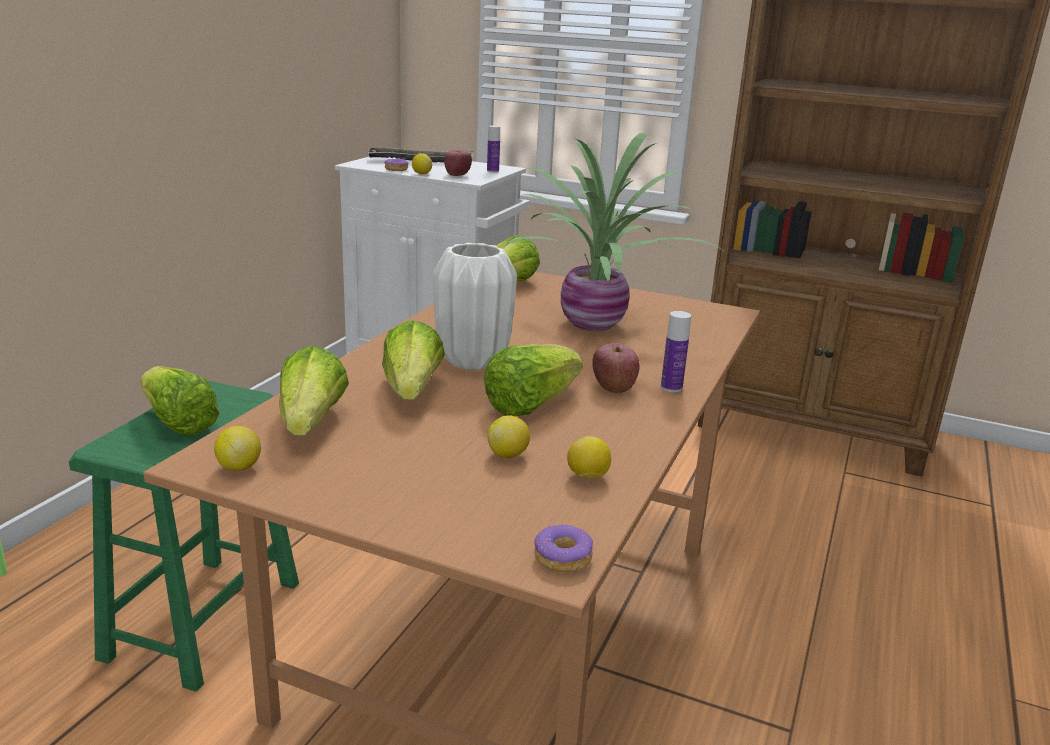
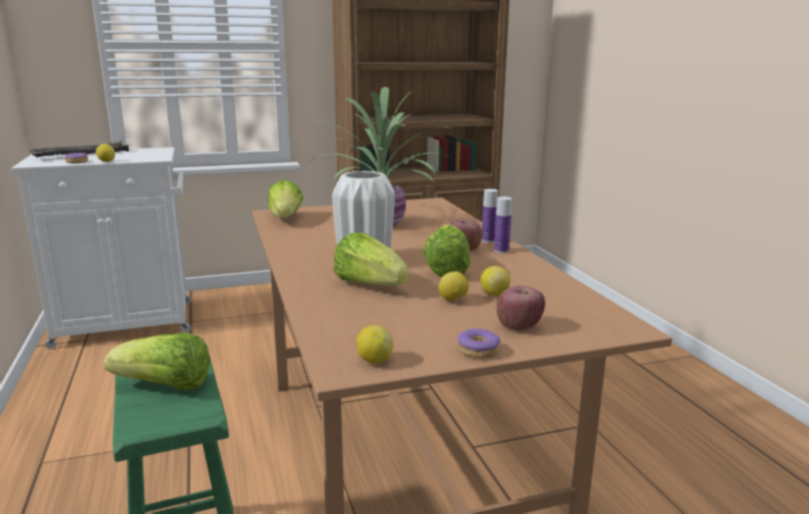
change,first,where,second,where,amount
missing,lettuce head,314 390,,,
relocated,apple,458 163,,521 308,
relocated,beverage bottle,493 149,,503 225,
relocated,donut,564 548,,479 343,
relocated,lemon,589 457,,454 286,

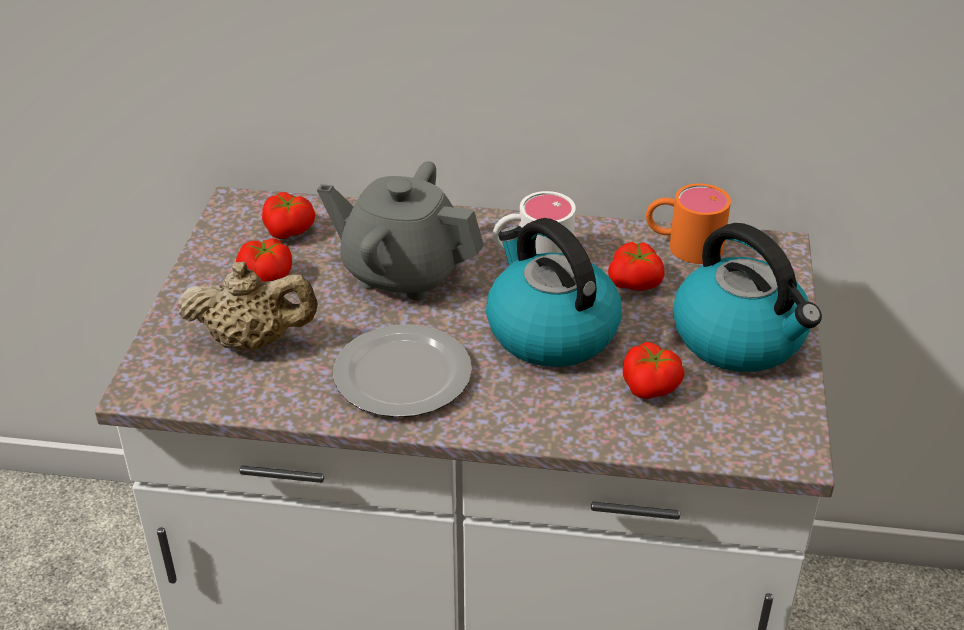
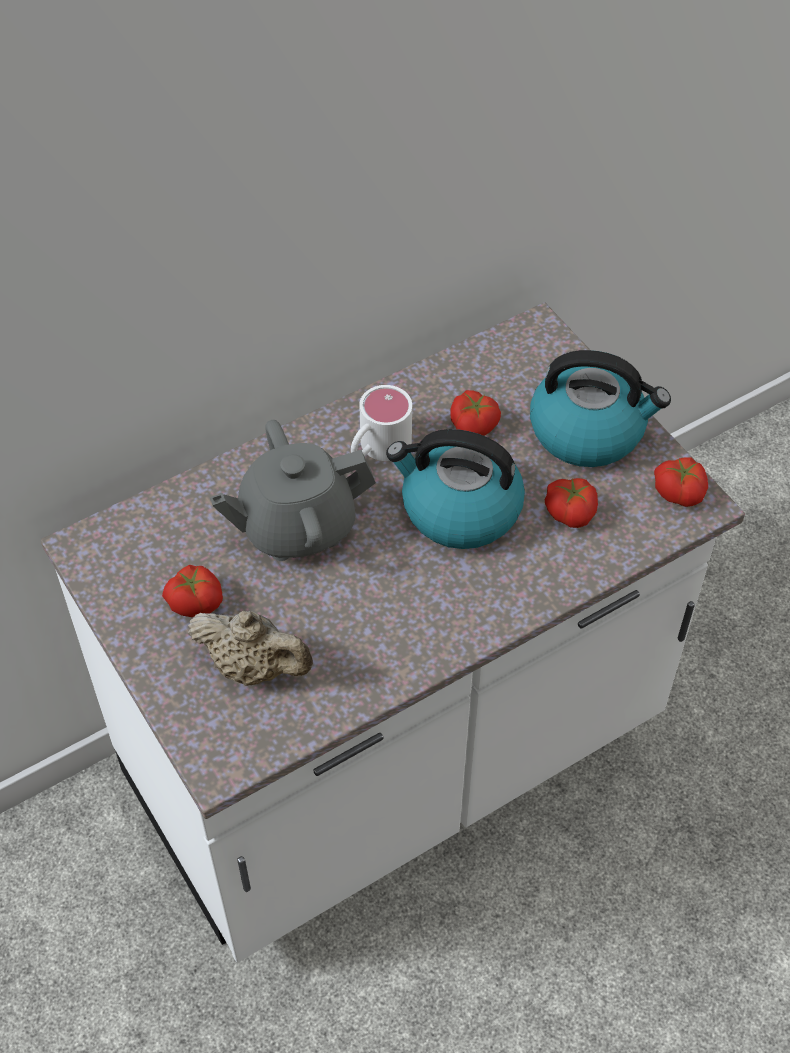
change,first,where,second,where,amount
spun,tea pot (sand-coloured),248 306,,250 648,60 degrees clockwise
relocated,fresh tomato,288 215,,681 482,
missing,flat dish,402 370,,,
missing,mug (orange-coloured),688 223,,,

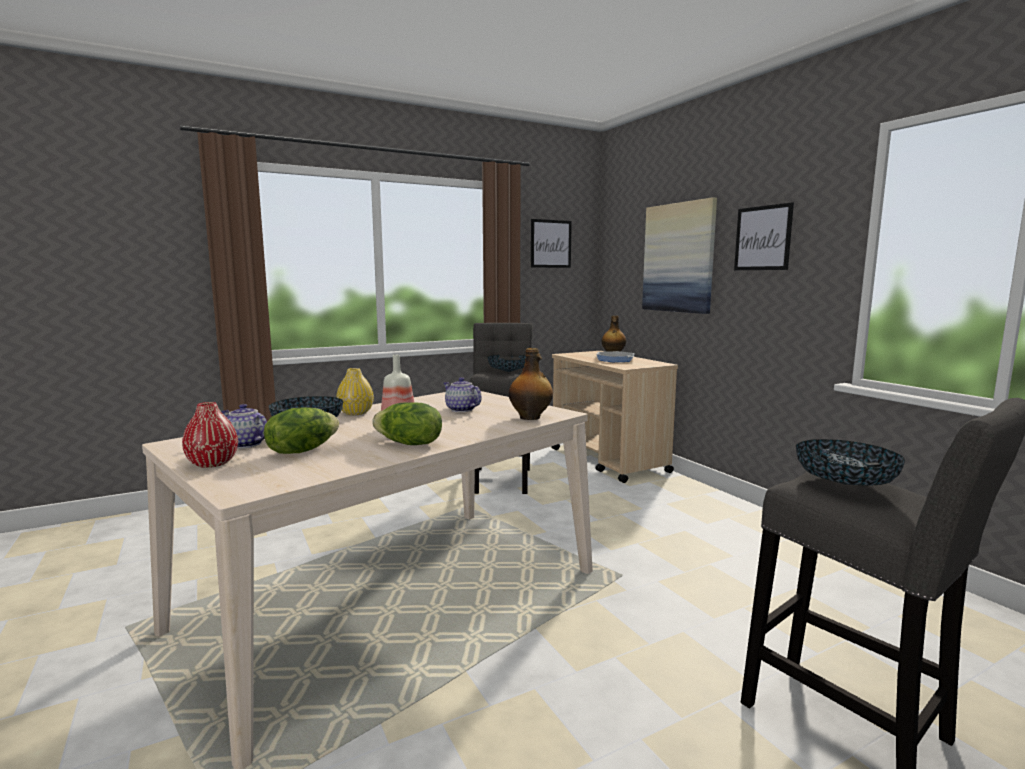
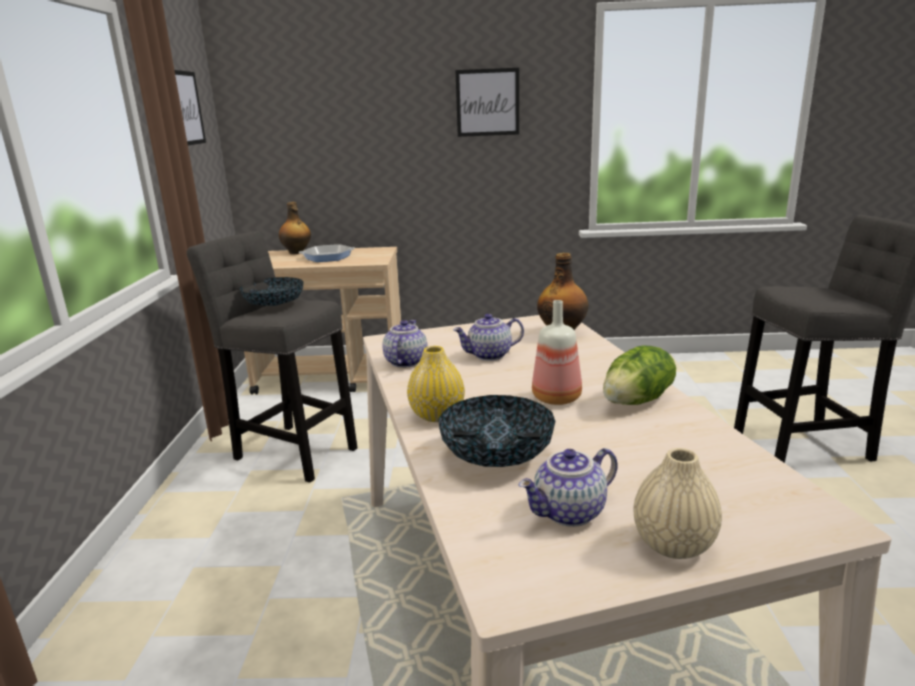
change,first,where,second,where,amount
colour,decorative vase (red),210 435,decorative vase (sand-coloured),677 503,
missing,lettuce head,301 430,,,
missing,wall picture,679 255,,,
missing,bowl,851 462,,,
appeared,,,tea pot,404 344,

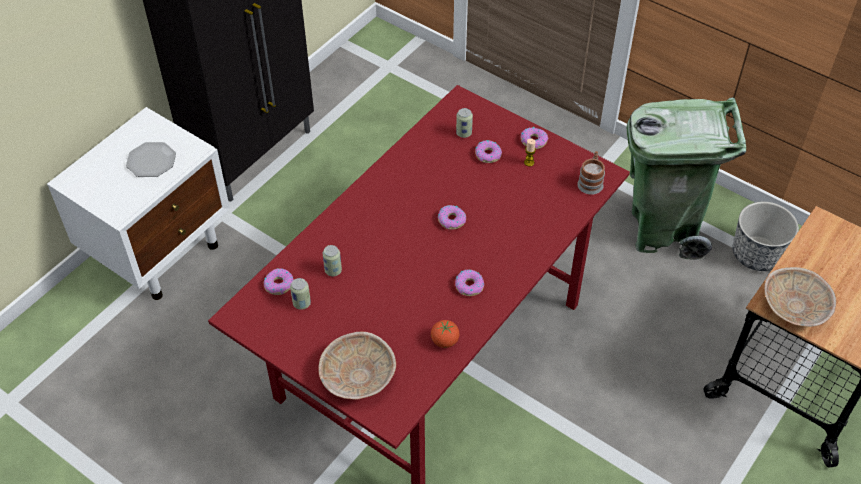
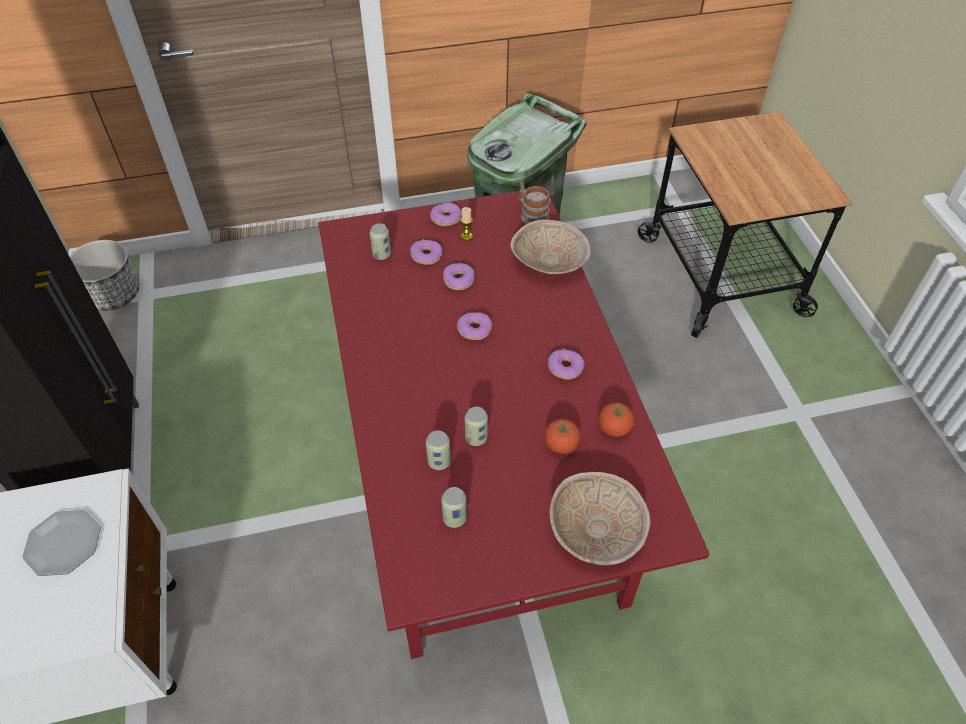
change,first,where,second,where,amount
relocated,donut,279 281,,459 276,
relocated,flower pot,766 236,,104 275,
relocated,bowl (sand-coloured),800 297,,550 246,
appeared,,,sealed can,476 426,
appeared,,,fresh tomato,563 436,

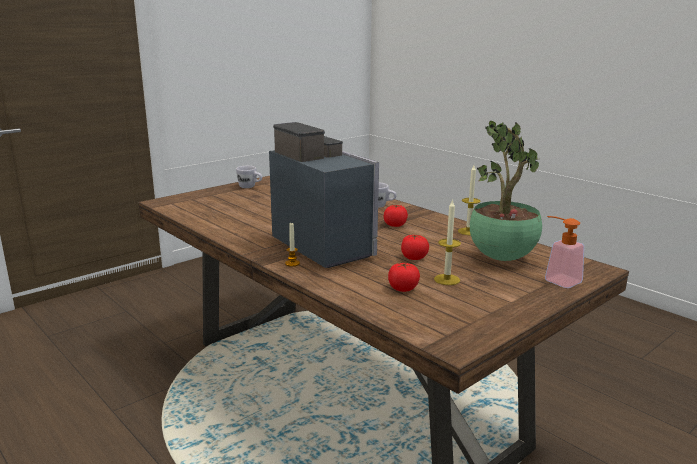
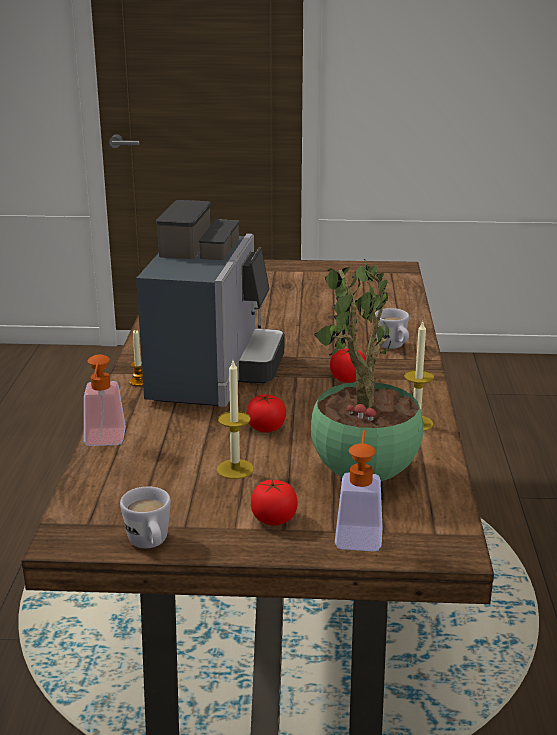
change,first,where,second,where,amount
relocated,mug (white-coloured),249 177,,145 517,
relocated,fresh tomato,404 277,,274 502,
appeared,,,soap dispenser,105 400,

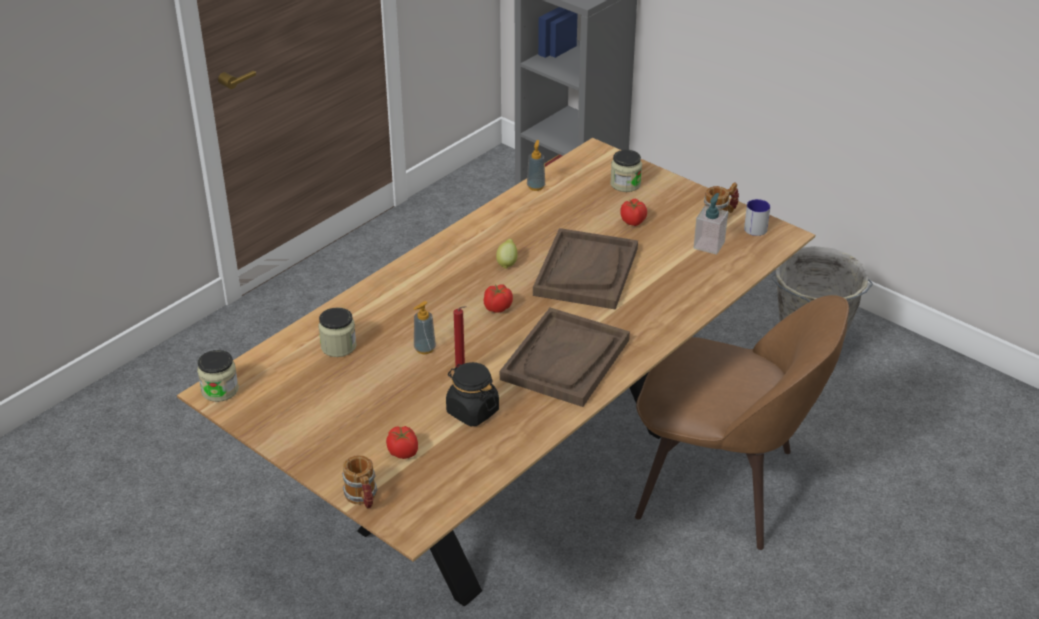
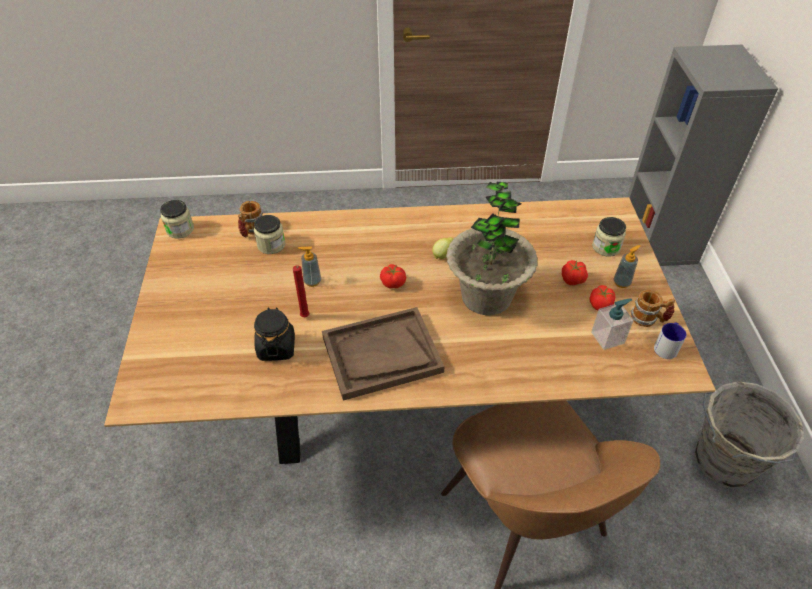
change,first,where,second,where,amount
relocated,mug,360 482,,250 219,
relocated,fresh tomato,402 442,,603 298,
relocated,soap dispenser,536 165,,626 266,
exchanged,carrying tray (brown-coloured),585 269,houseplant,492 248,

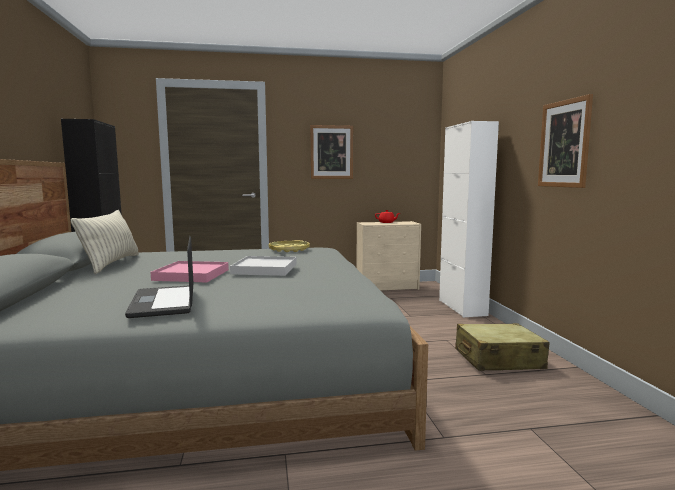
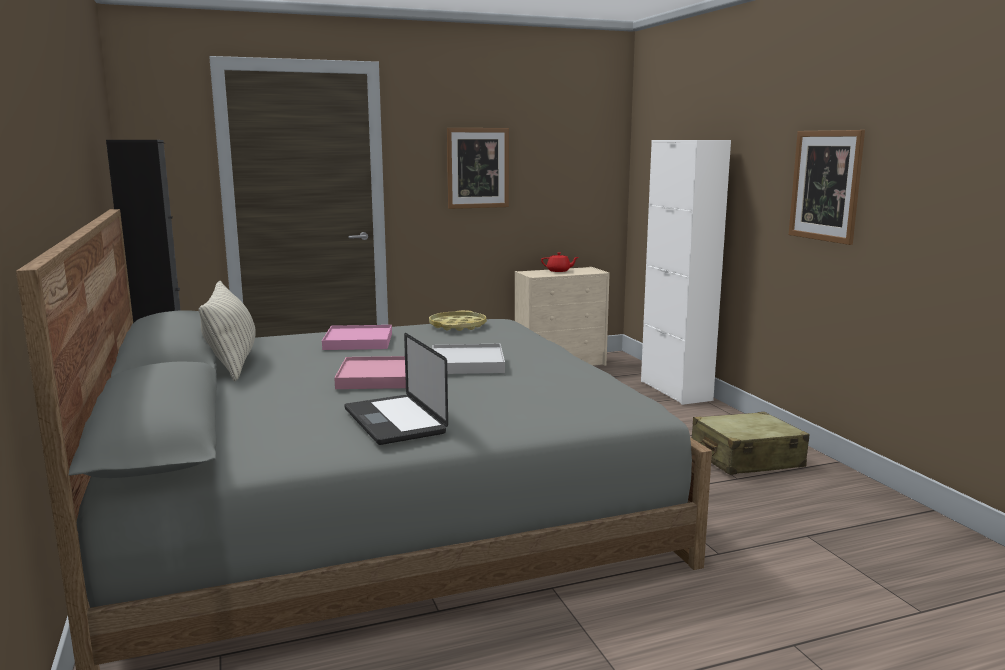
change,first,where,second,where,amount
appeared,,,carrying tray (pink),357 337,

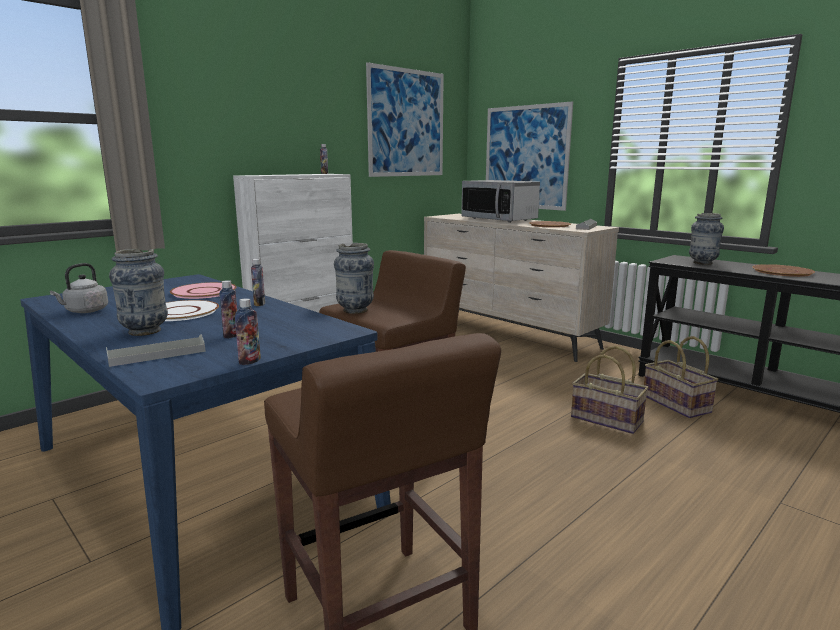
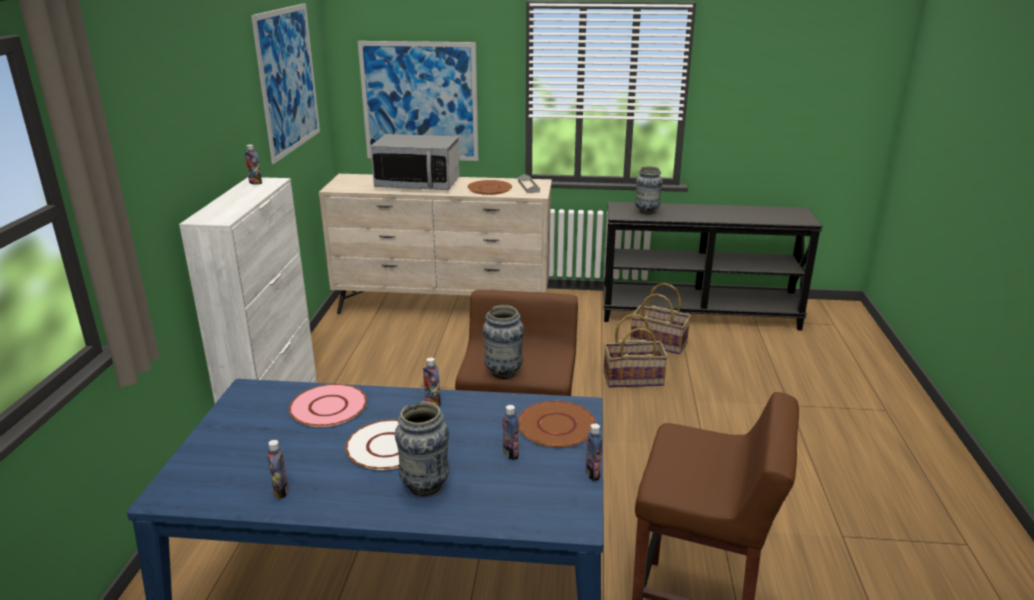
change,first,where,second,where,amount
exchanged,water kettle (grey),79 288,beverage bottle,278 469,
missing,carrying tray (grey),156 350,,,
relocated,flat dish (brown-coloured),784 270,,557 424,

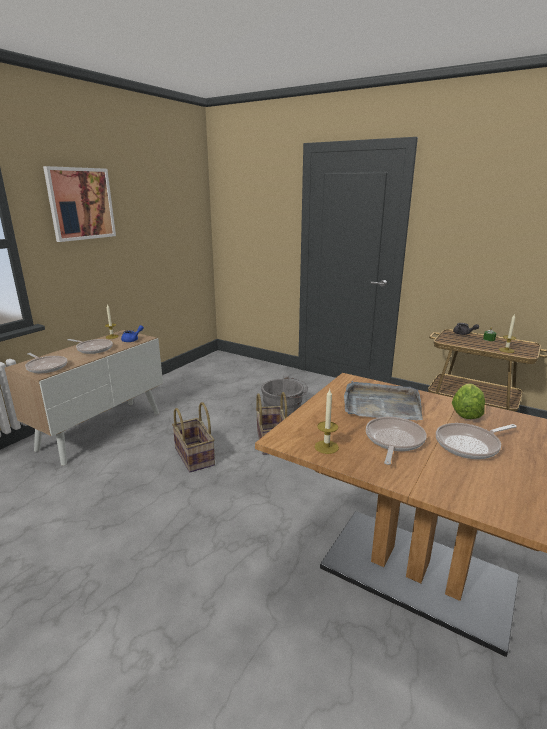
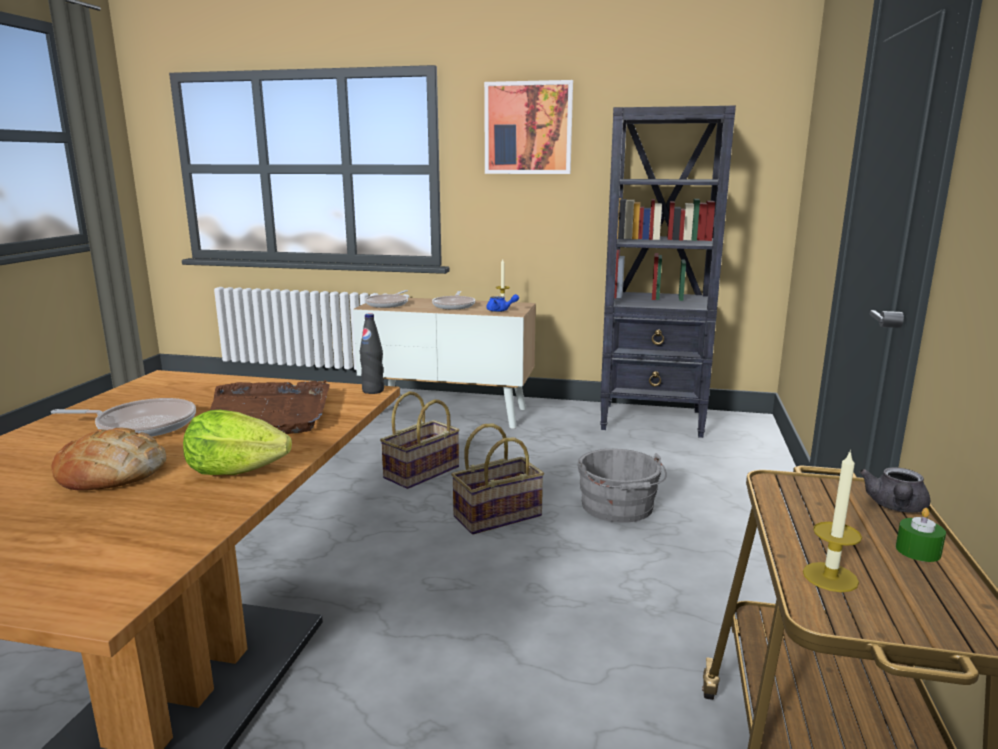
change,first,where,second,where,amount
missing,wax candle,327 421,,,
colour,carrying tray (grey),383 400,carrying tray (brown-coloured),269 407,
exchanged,frying pan,476 441,baked bread,109 459,
appeared,,,beverage bottle (black-coloured),372 353,
appeared,,,bookshelf (black-coloured),668 272,

